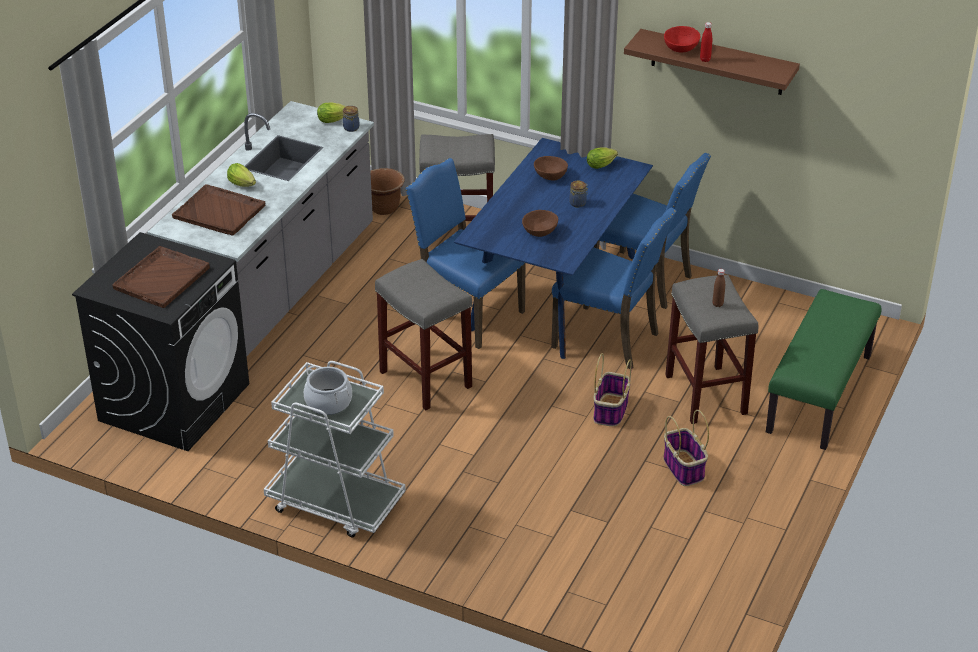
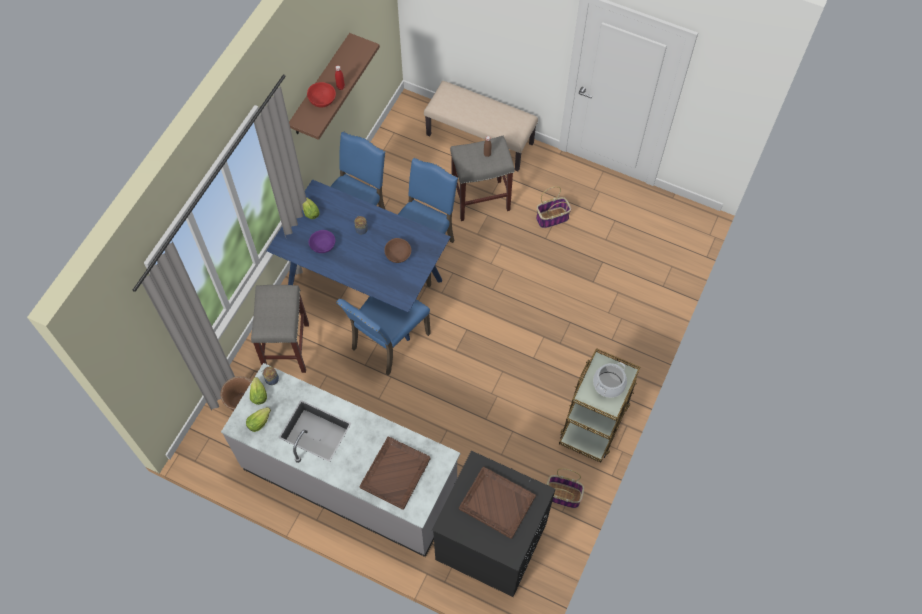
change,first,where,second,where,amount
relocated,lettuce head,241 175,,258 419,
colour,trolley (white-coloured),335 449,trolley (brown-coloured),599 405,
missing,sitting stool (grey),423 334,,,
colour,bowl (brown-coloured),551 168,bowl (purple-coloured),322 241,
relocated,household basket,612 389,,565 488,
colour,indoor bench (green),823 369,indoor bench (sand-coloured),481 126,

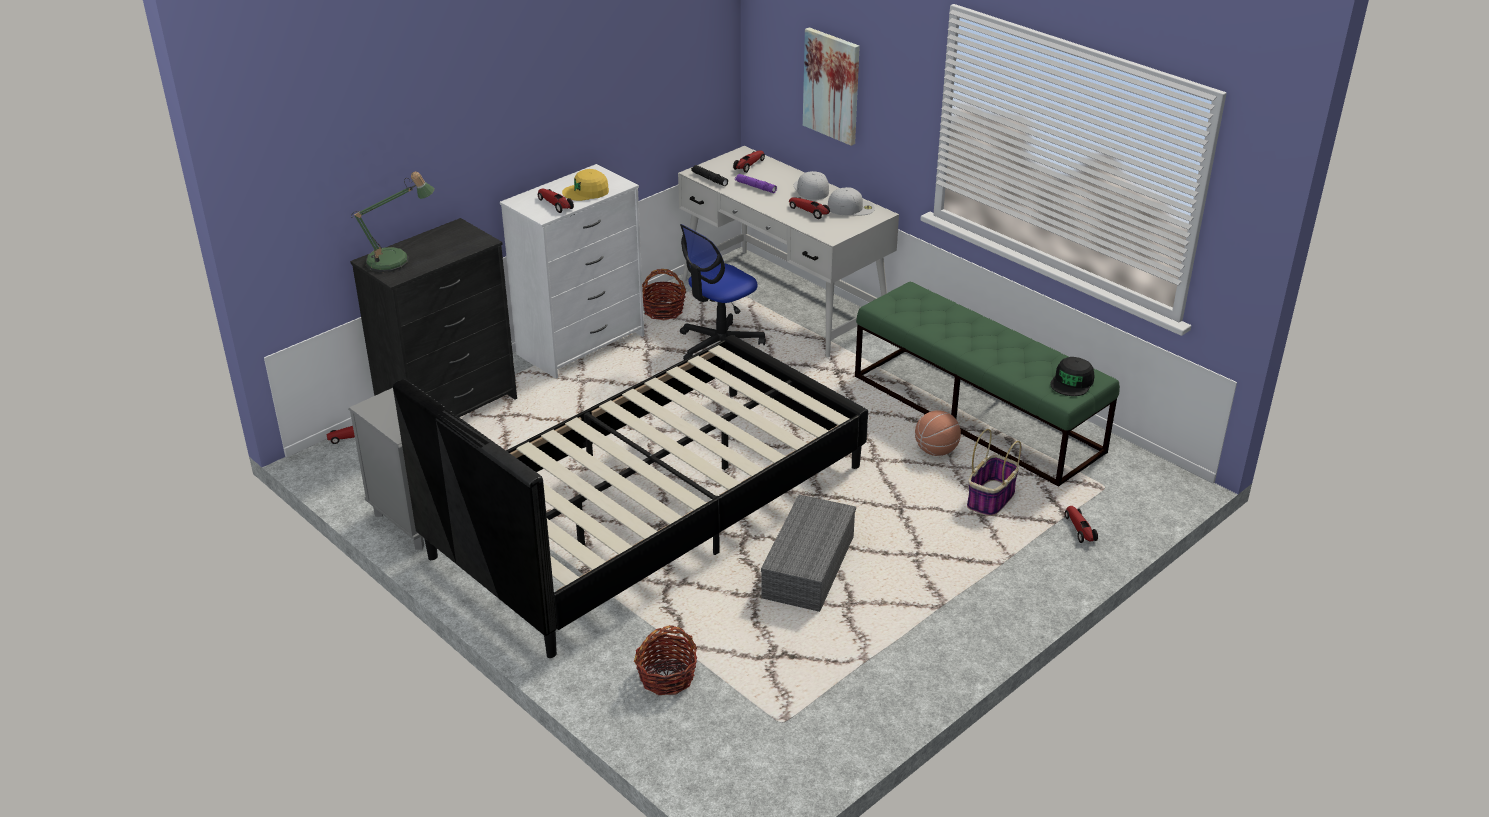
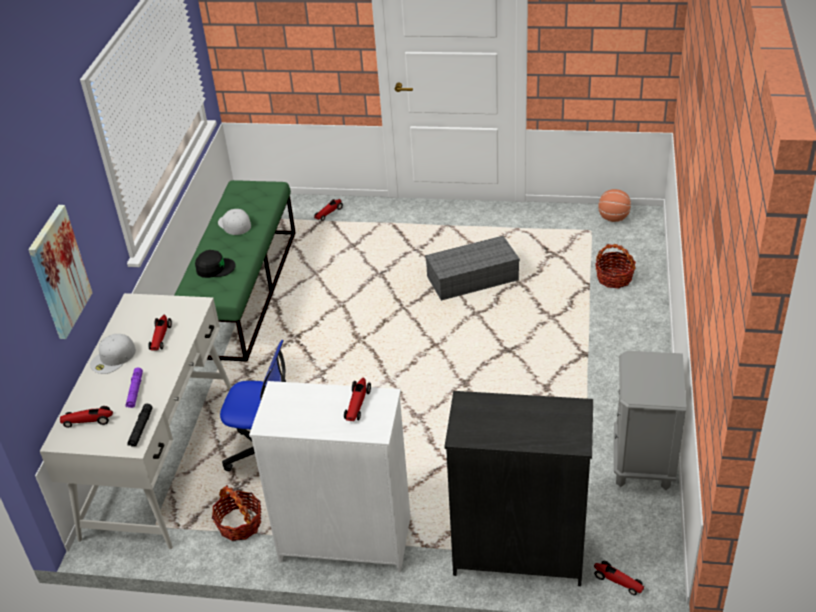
change,first,where,second,where,amount
missing,tabletop lamp,392 221,,,
missing,bedroom bed (black-coloured),630 496,,,
missing,baseball cap (yellow-coloured),585 185,,,
relocated,baseball cap (white-coloured),851 201,,234 222,
relocated,ball for basketball,938 433,,614 205,
missing,household basket,994 472,,,
relocated,baseball cap (black-coloured),1072 376,,215 264,

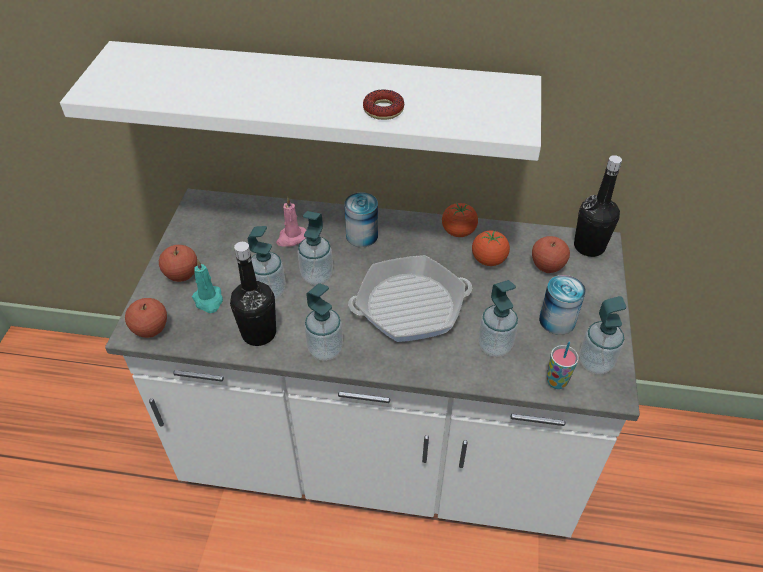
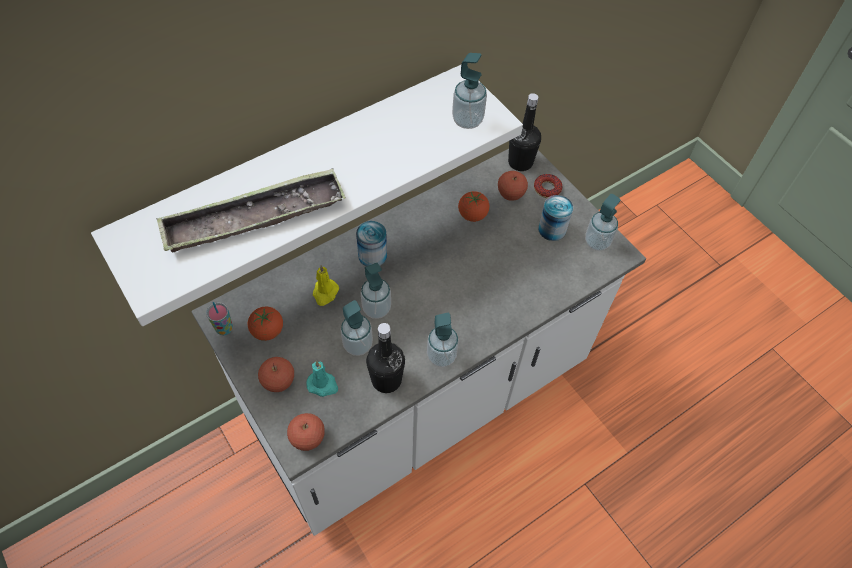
change,first,where,second,where,amount
colour,wax candle (pink),291 222,wax candle (yellow-coloured),326 285,
missing,frying pan,410 298,,,
relocated,donut,383 104,,548 186,
relocated,fresh tomato,460 220,,265 324,
relocated,soap dispenser,498 318,,469 91,
relocated,drinking cup,563 365,,219 318,
appeared,,,carrying tray,251 210,

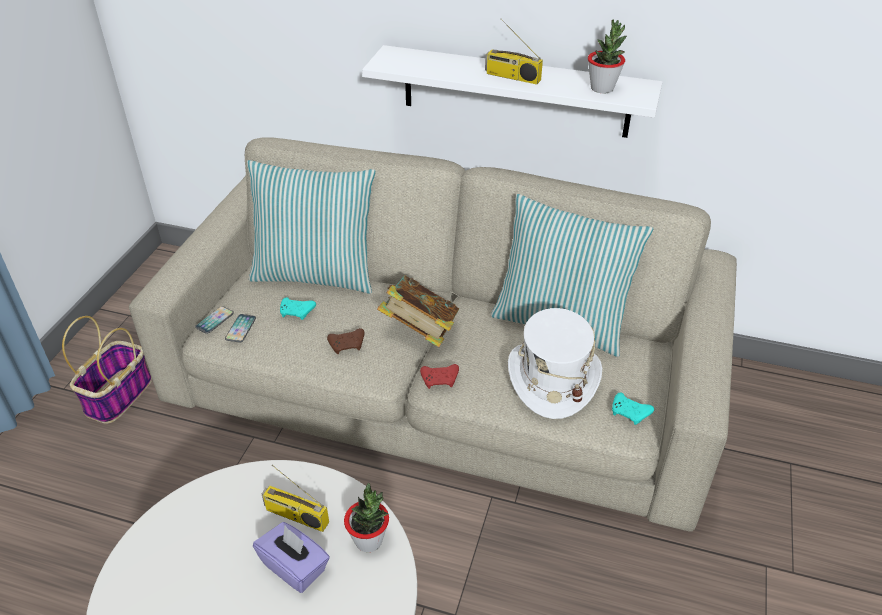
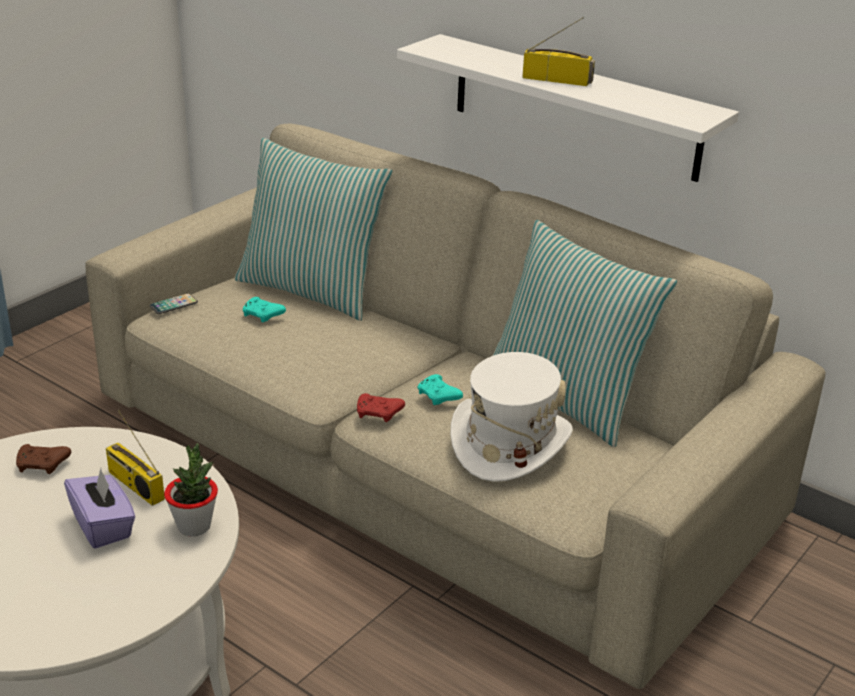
change,first,where,second,where,amount
missing,household basket,107 370,,,
missing,telephone,240 328,,,
relocated,gamepad (brown-coloured),345 341,,43 459,
missing,volume,418 311,,,
spun,radio set,514 52,,558 51,150 degrees clockwise
missing,houseplant,607 56,,,
relocated,gamepad (turquoise-coloured),633 409,,440 389,

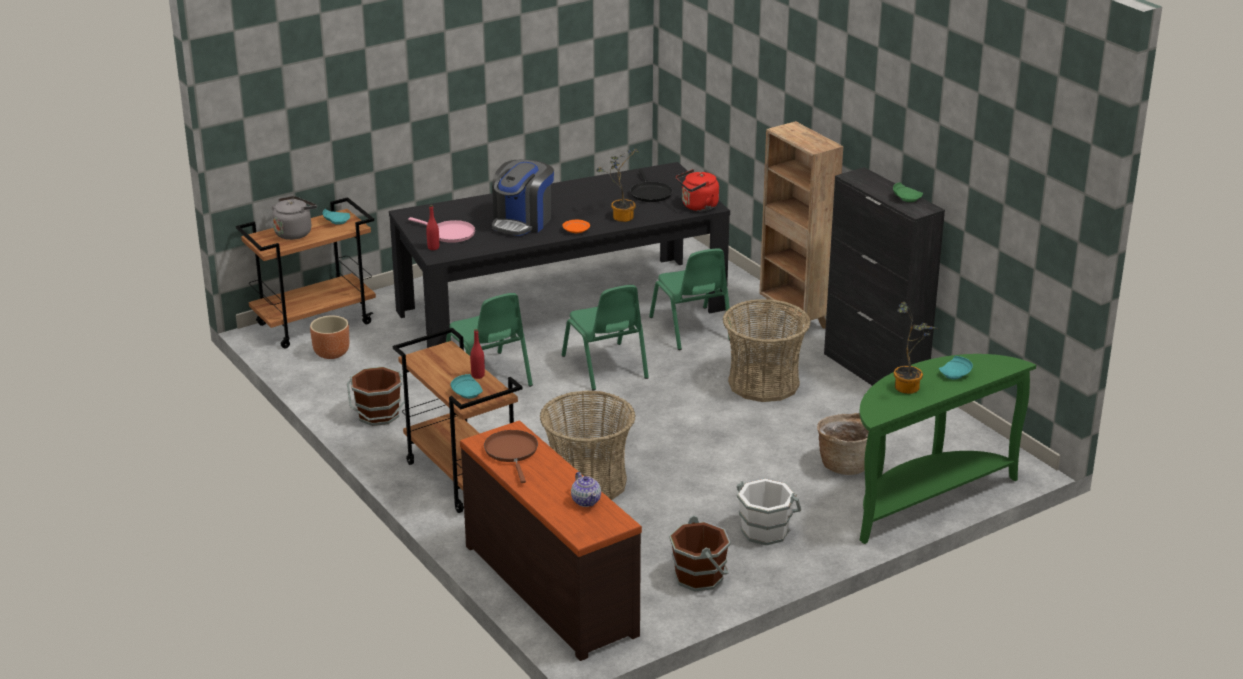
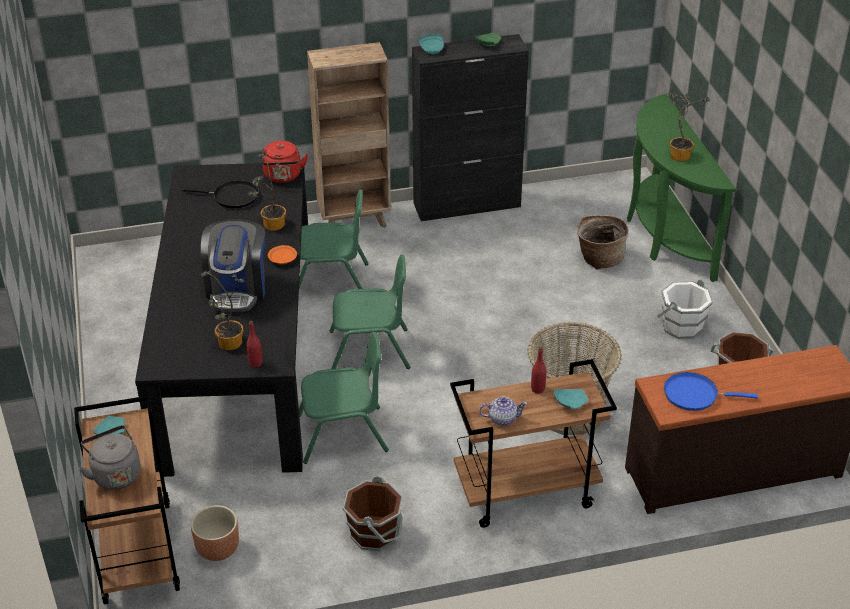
change,first,where,second,where,amount
exchanged,frying pan (pink),441 230,houseplant,223 307,
colour,frying pan (brown-coloured),511 456,frying pan (blue-coloured),711 391,
spun,coffee machine,523 198,,233 265,45 degrees clockwise
relocated,tea pot,586 489,,503 411,
missing,household basket,767 350,,,
relocated,flat dish (turquoise-coloured),956 368,,431 44,

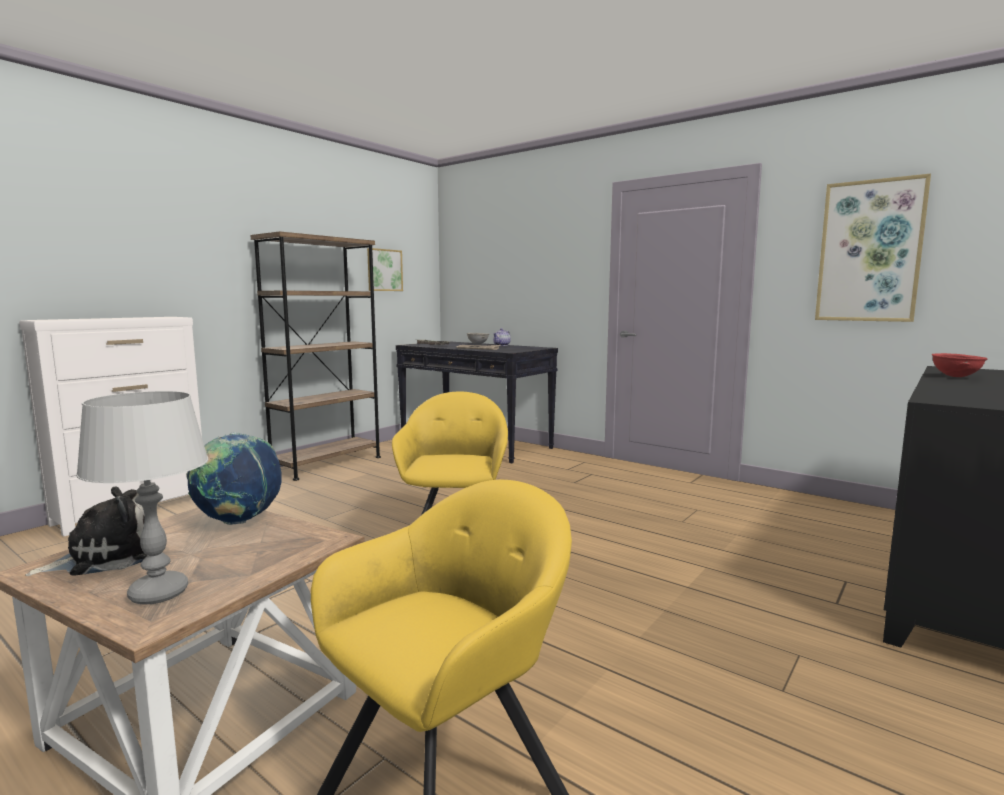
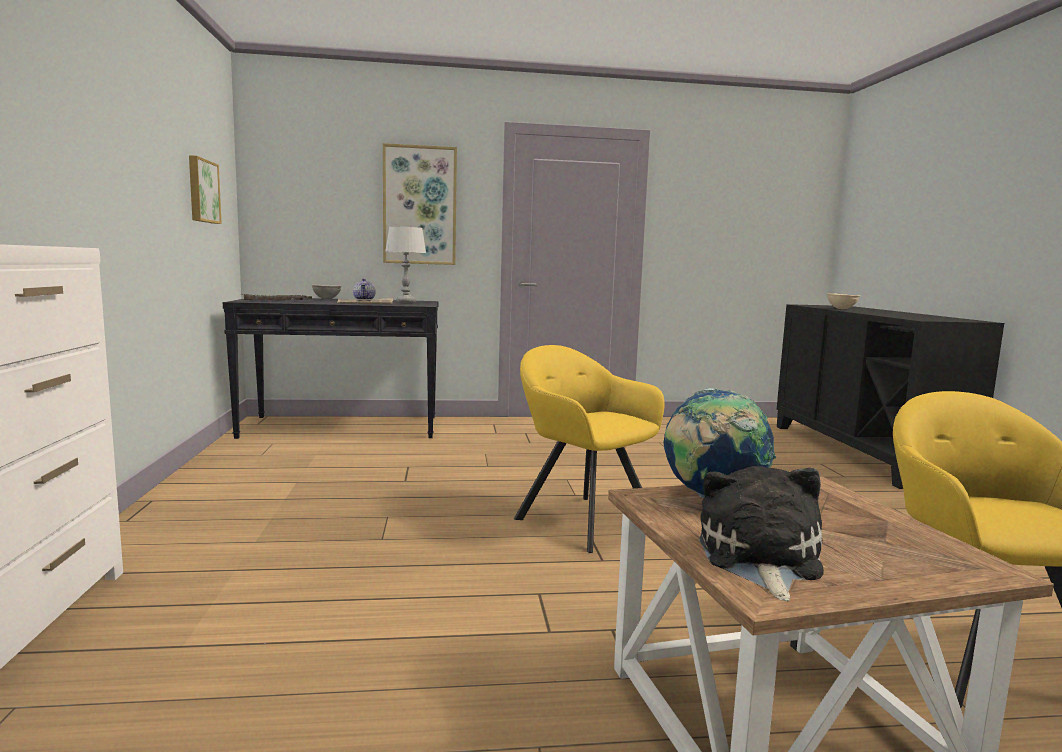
change,first,where,second,where,amount
relocated,tabletop lamp (grey),142 498,,405 264,
missing,bookshelf (brown-coloured),316 356,,,
relocated,wall picture,873 248,,420 204,
colour,bowl (red),960 365,bowl (sand-coloured),843 301,

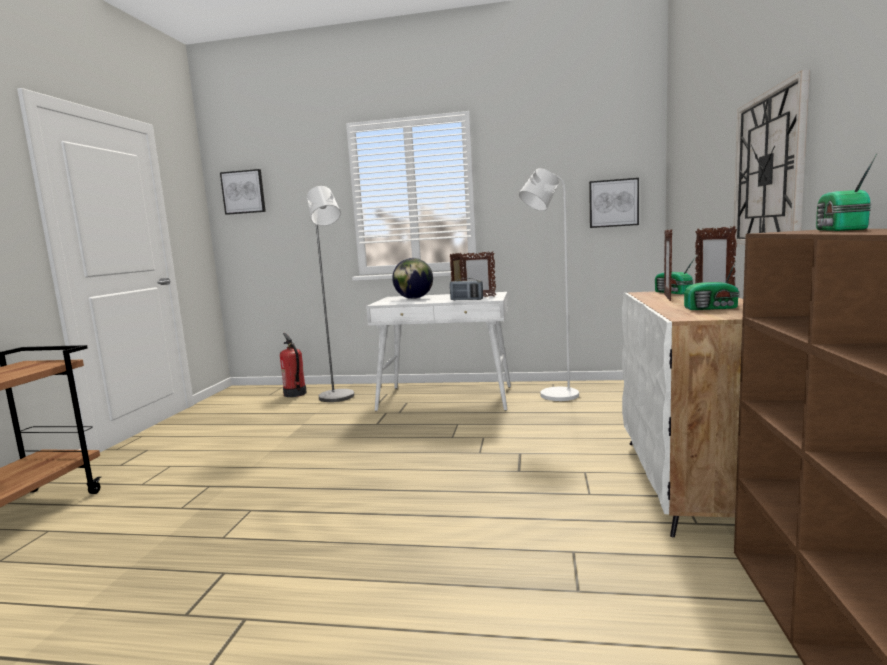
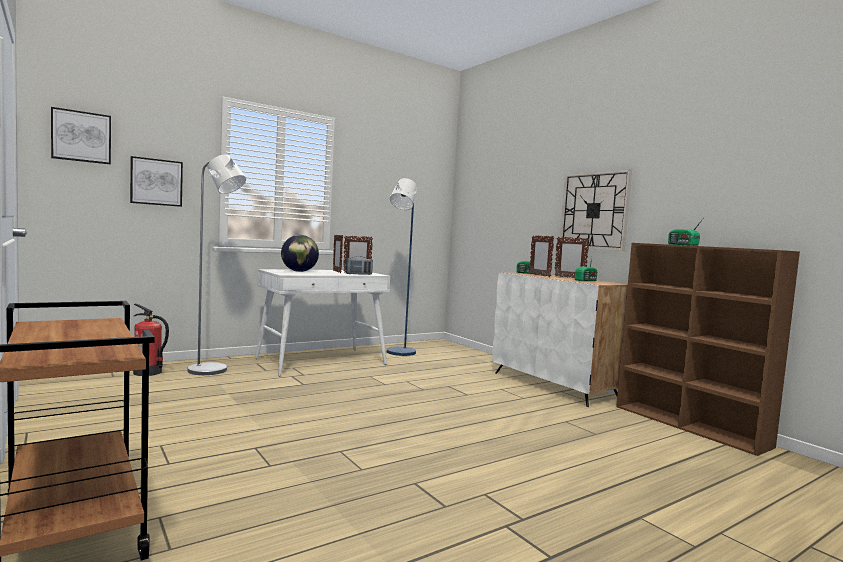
change,first,where,second,where,amount
colour,standing lamp (white-coloured),549 284,standing lamp (blue-coloured),402 267,
relocated,wall picture,614 203,,156 181,

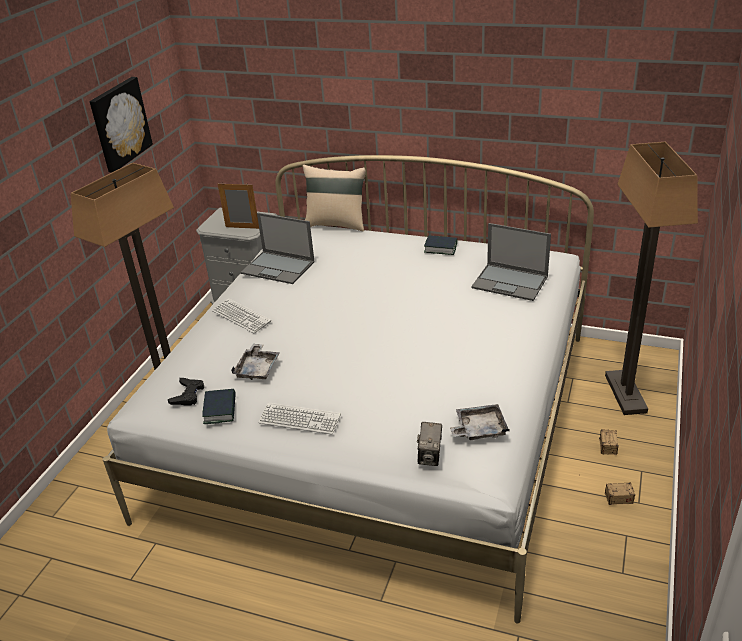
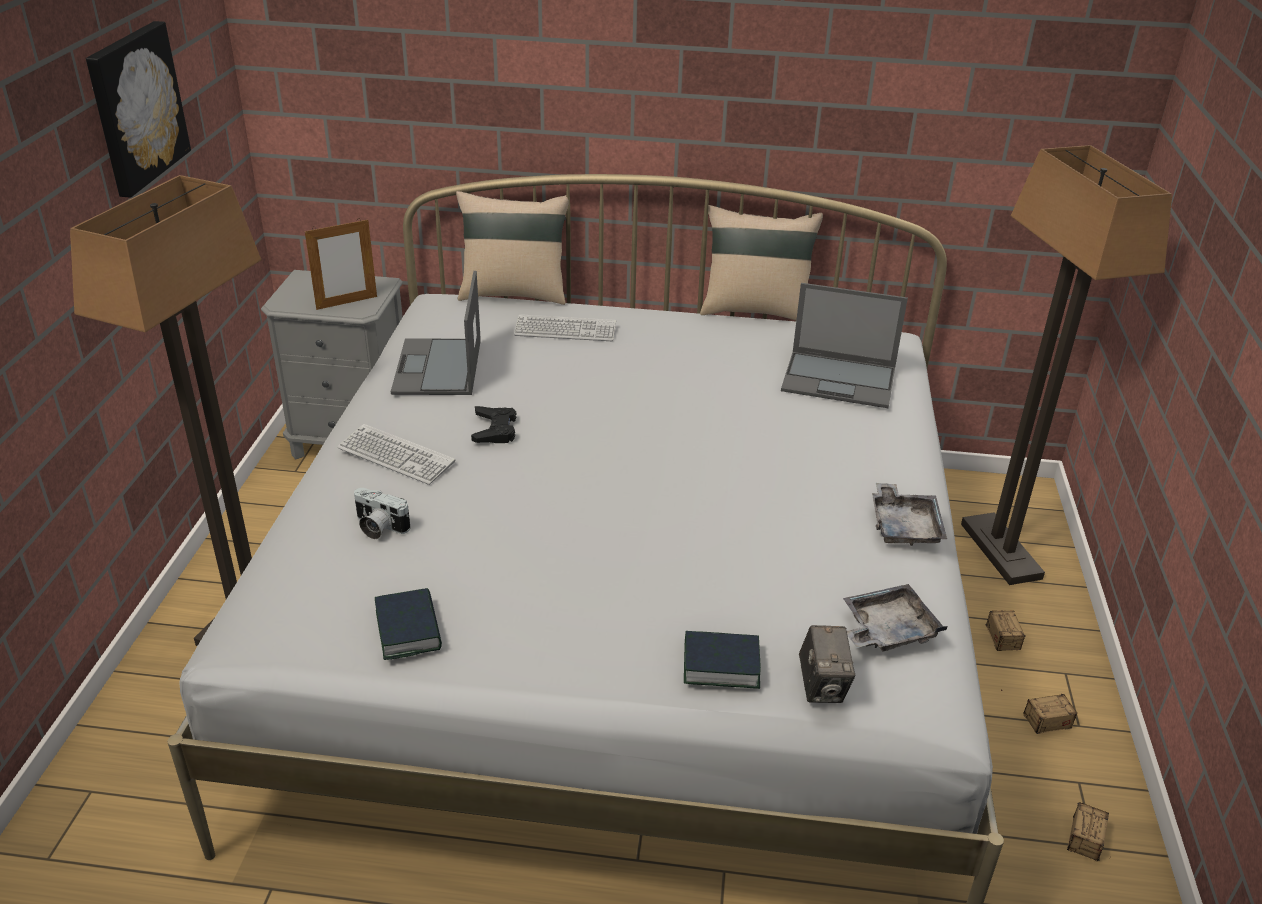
change,first,where,second,where,amount
relocated,gamepad (black-coloured),186 392,,494 424,
spun,standing frame,238 205,,341 264,150 degrees clockwise
relocated,carrying tray (grey),255 361,,909 514,
spun,portable computer,278 248,,436 333,75 degrees clockwise
relocated,PC keyboard,299 418,,565 327,
relocated,volume,440 245,,722 660,
appeared,,,still camera,382 513,
appeared,,,pillow (sand-coloured),761 262,
appeared,,,storage box,1089 831,

